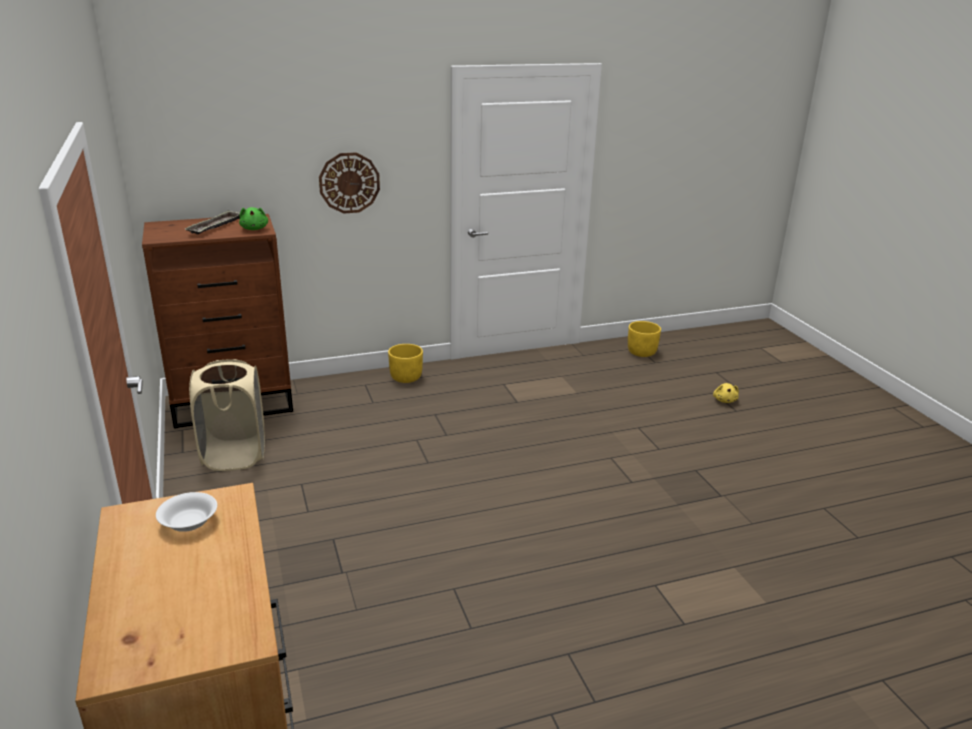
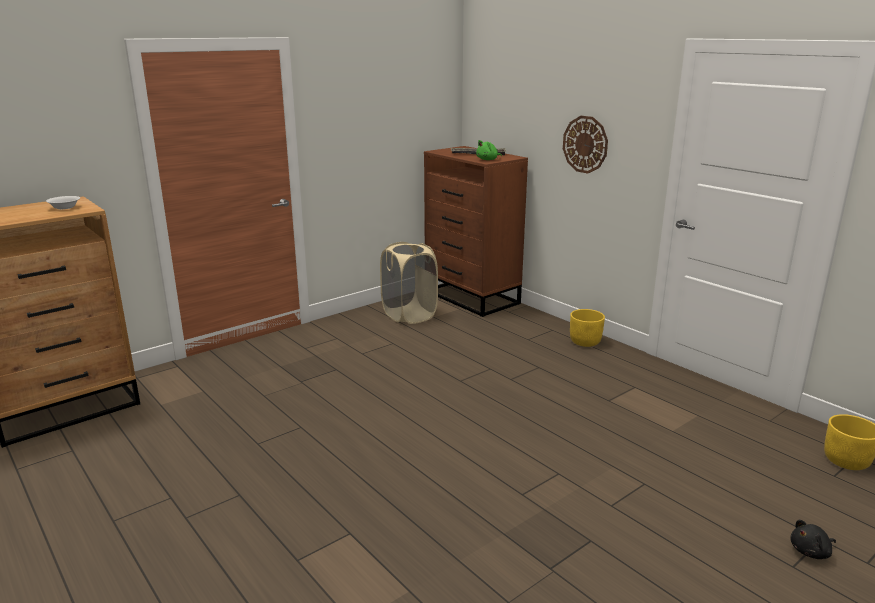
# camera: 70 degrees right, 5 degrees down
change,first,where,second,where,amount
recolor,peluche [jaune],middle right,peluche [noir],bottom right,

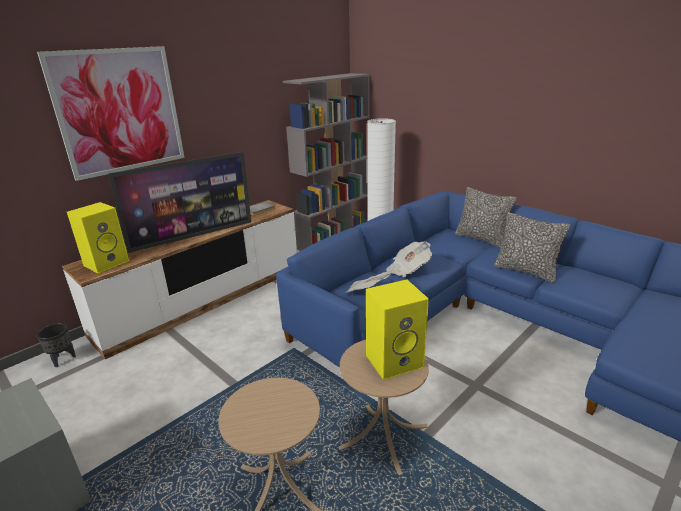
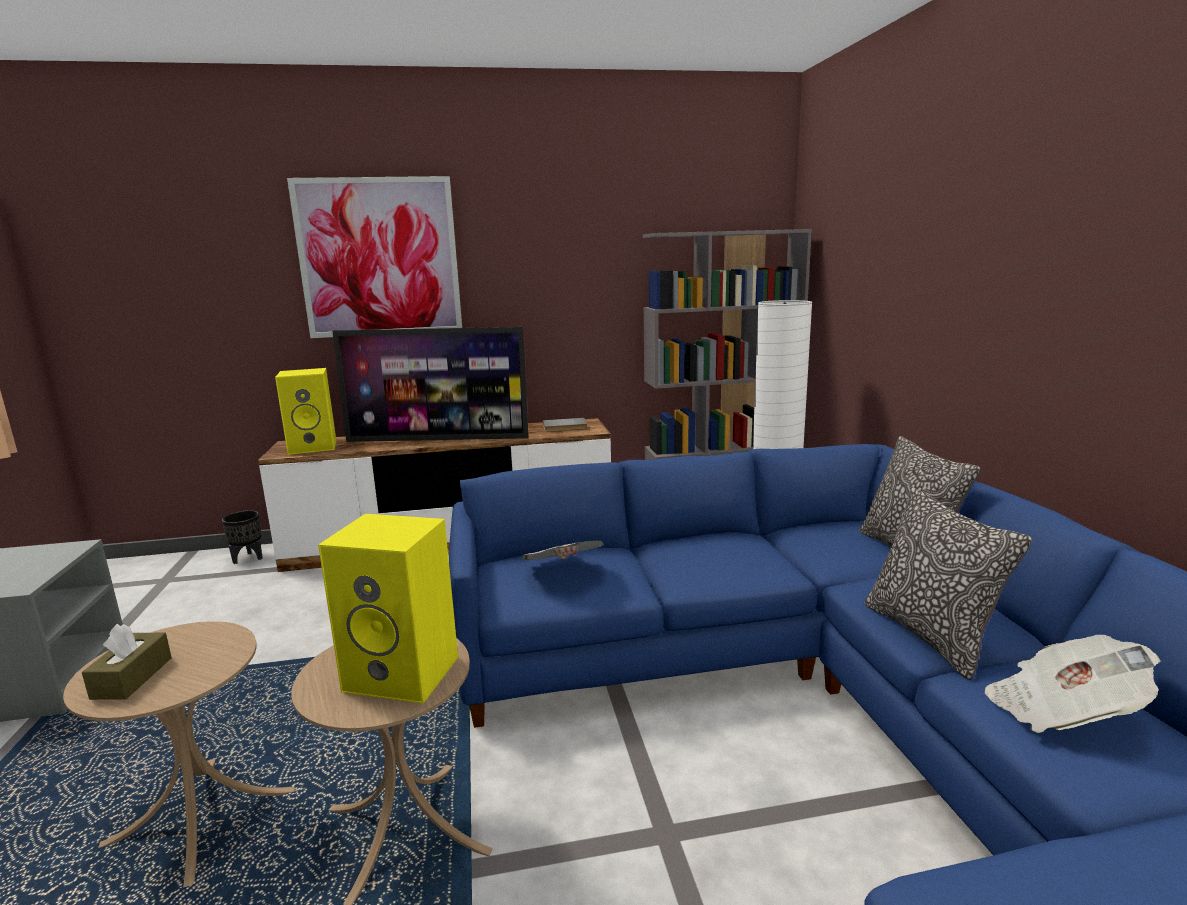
# camera: 35 degrees right, 10 degrees down
change,first,where,second,where,amount
insert,,,boîte à mouchoirs [marron],bottom left,
move,journal (2nd from left),centre,,bottom right,

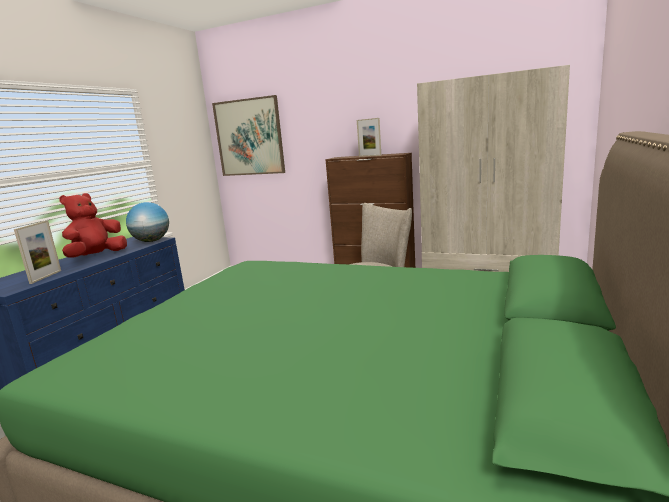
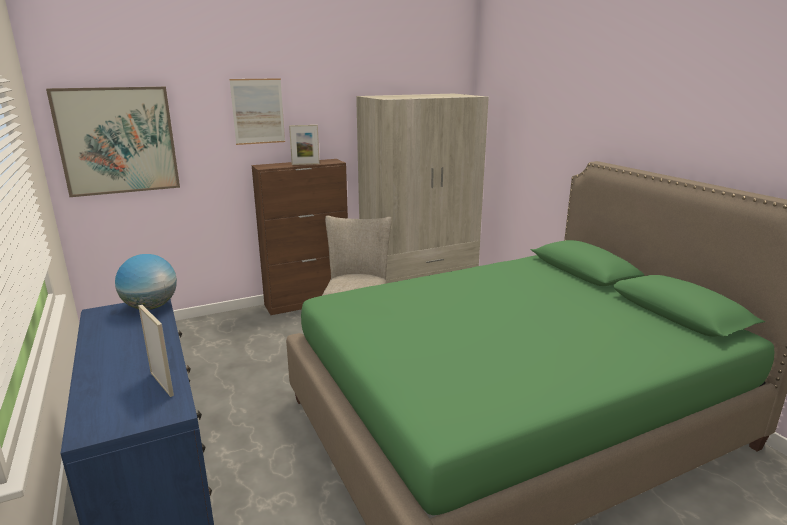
# camera: 50 degrees left, 5 degrees up
change,first,where,second,where,amount
delete,peluche [rouge],middle left,,,
insert,,,tableau (2nd from left),top left,

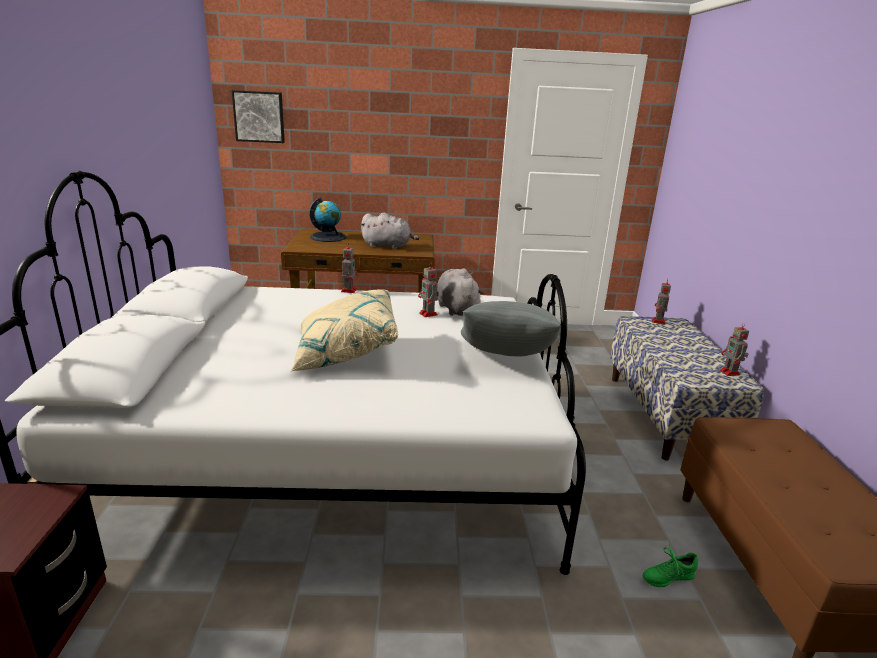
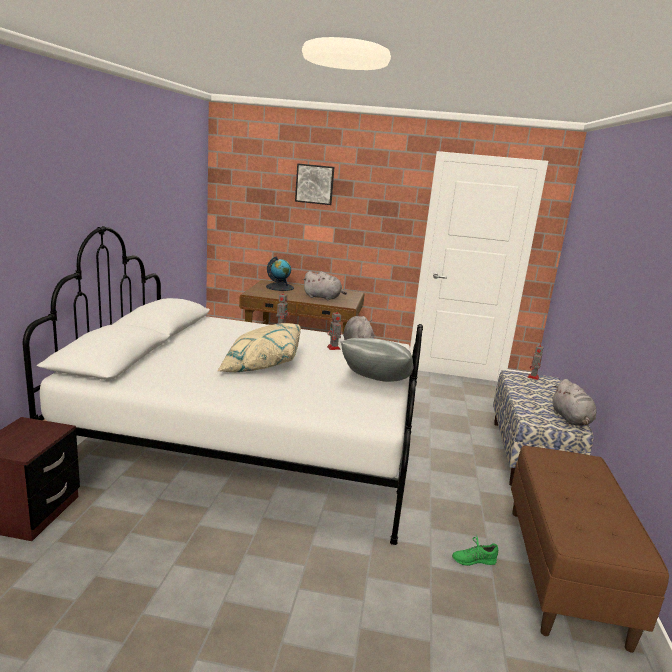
# camera: 10 degrees right, 5 degrees down
change,first,where,second,where,amount
move,tableau,top left,,top centre,
replace,robot jouet (4th from left),middle right,peluche [gris] (3rd from left),middle right,

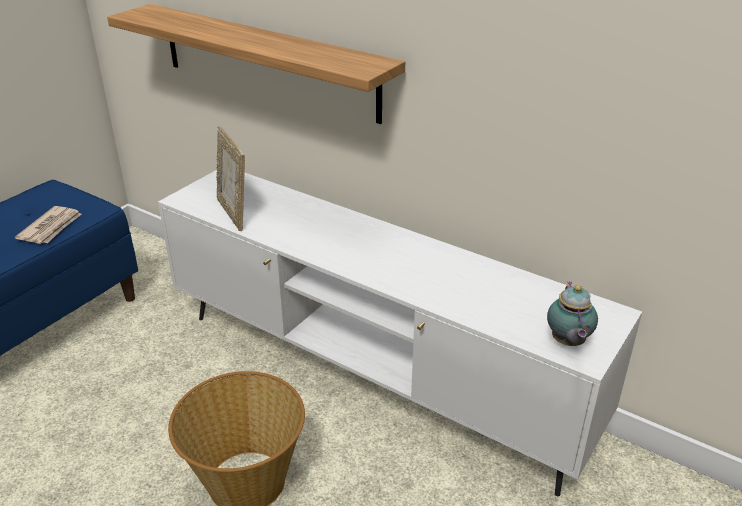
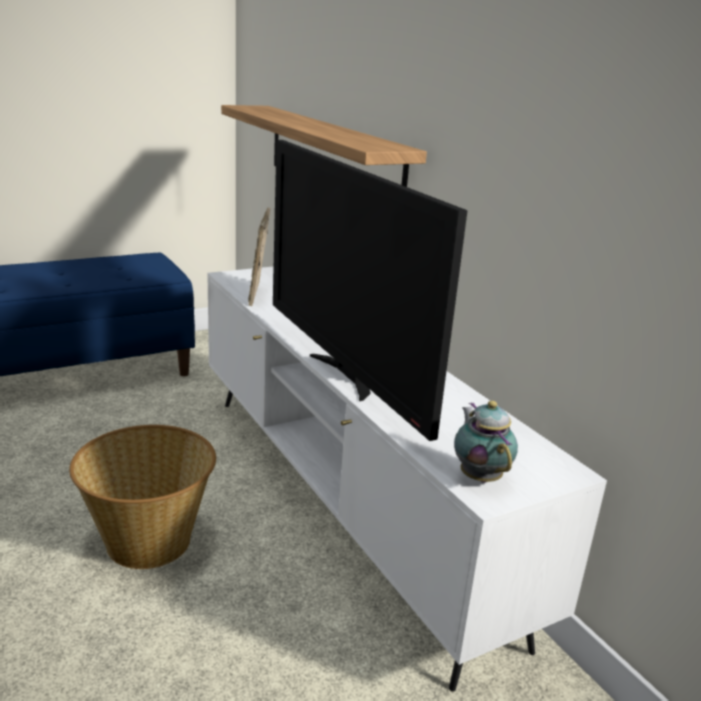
# camera: 25 degrees right, 10 degrees down
change,first,where,second,where,amount
delete,journal,middle left,,,
insert,,,téléviseur,centre,
rotate,théière,middle right,,middle right,135 degrees clockwise

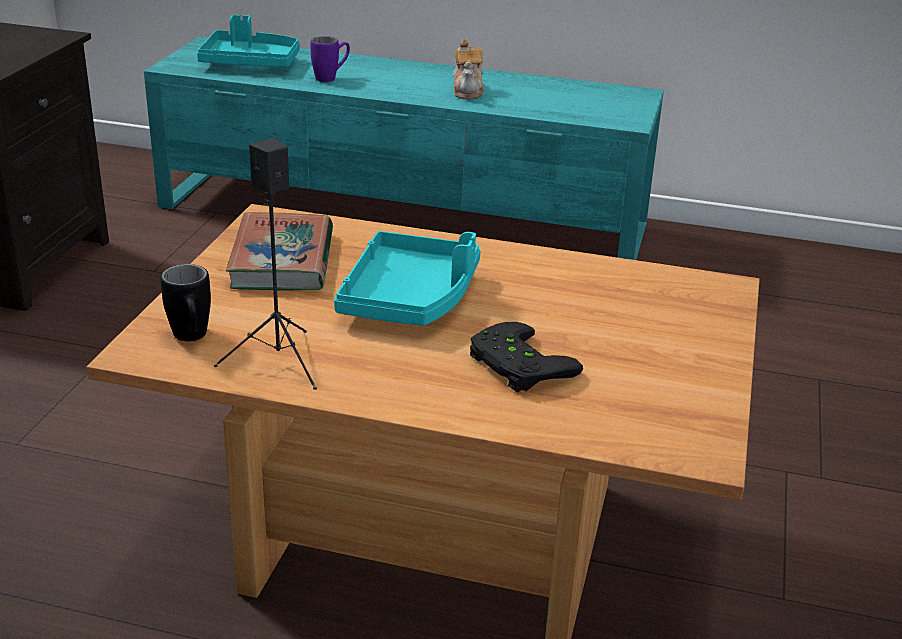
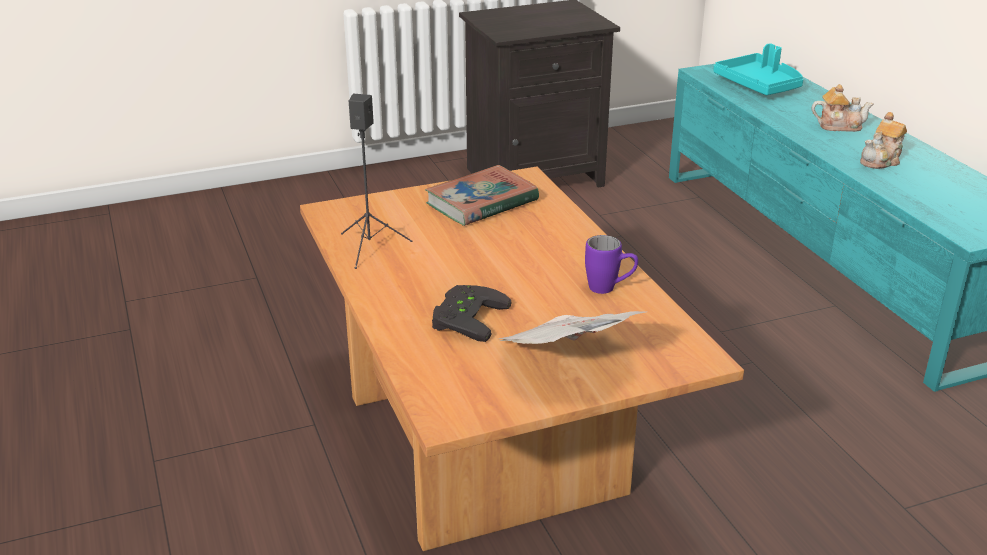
# camera: 55 degrees right, 0 degrees up
change,first,where,second,where,amount
delete,mug [noir],middle left,,,
delete,plateau [turquoise] (2nd from left),centre,,,
insert,,,journal,centre,
insert,,,théière (1st from left),top right,
move,mug [violet],top centre,,centre,

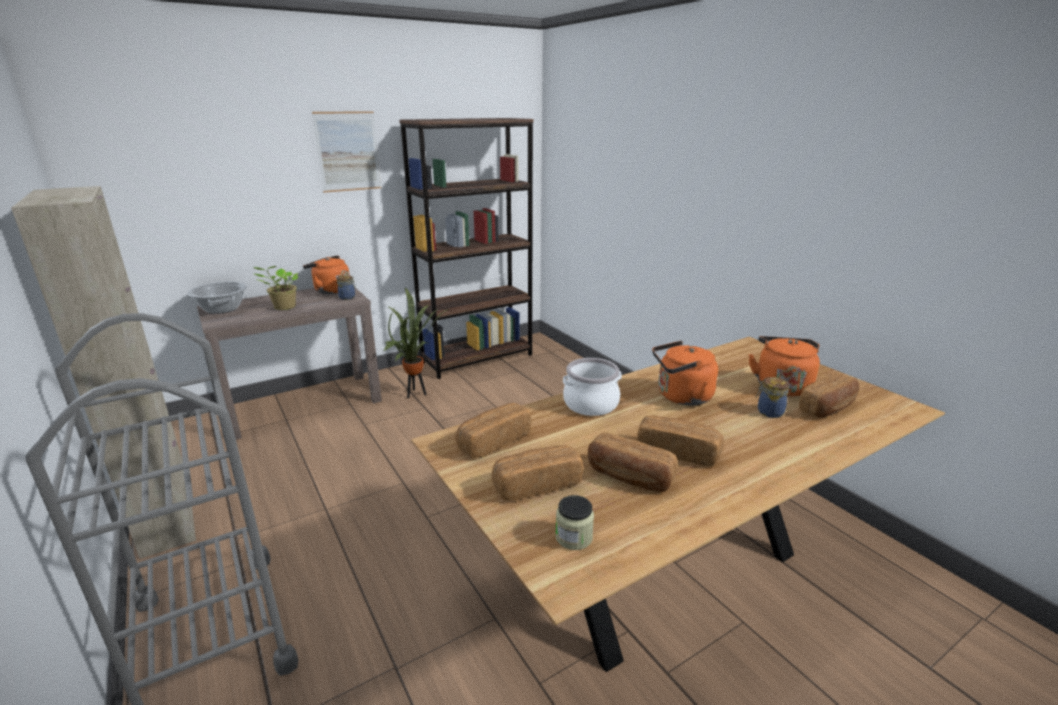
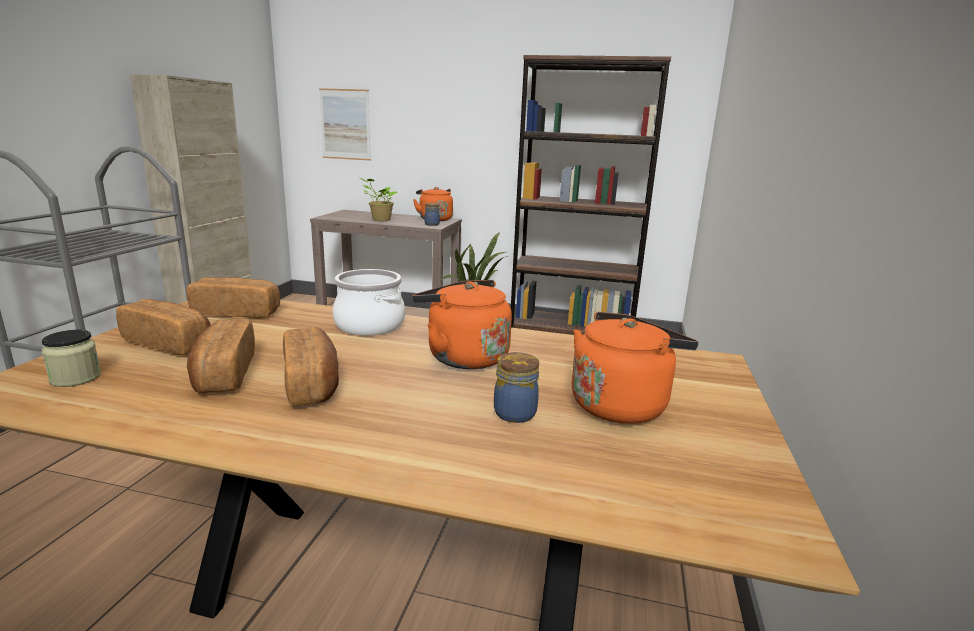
# camera: 45 degrees right, 5 degrees down
change,first,where,second,where,amount
delete,marmite (1st from left),middle left,,,
delete,pain (5th from left),middle right,,,
move,tableau,top left,,top centre,

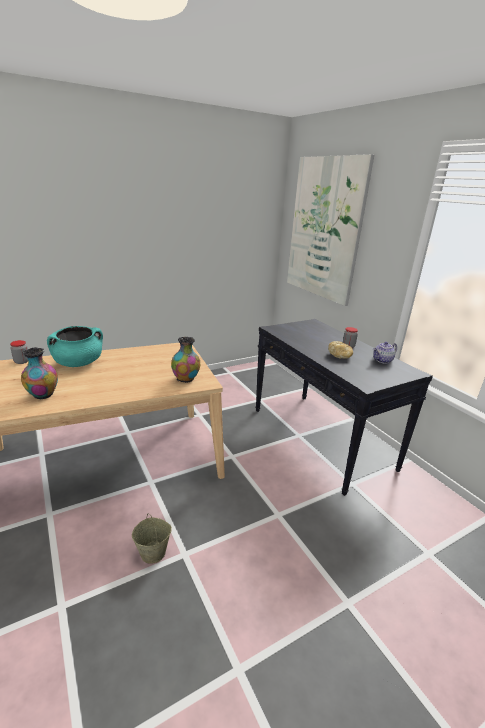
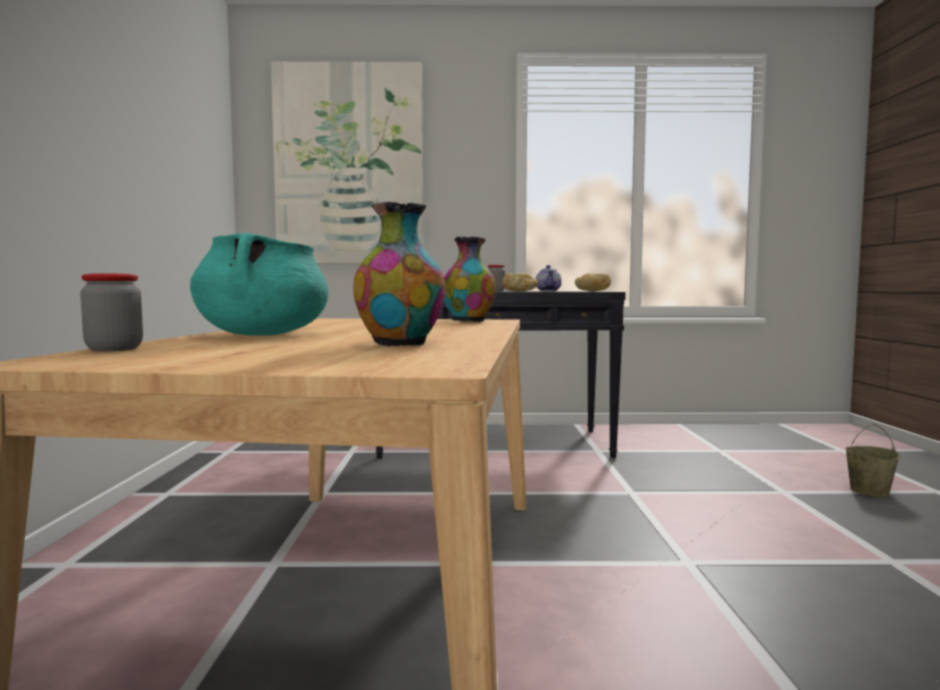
# camera: 60 degrees left, 20 degrees down
change,first,where,second,where,amount
insert,,,pain (2nd from left),centre,
move,seau [beige],bottom left,,bottom right,

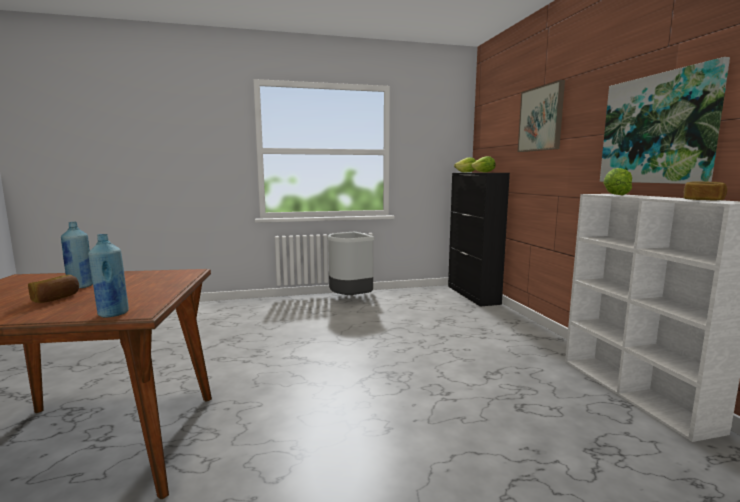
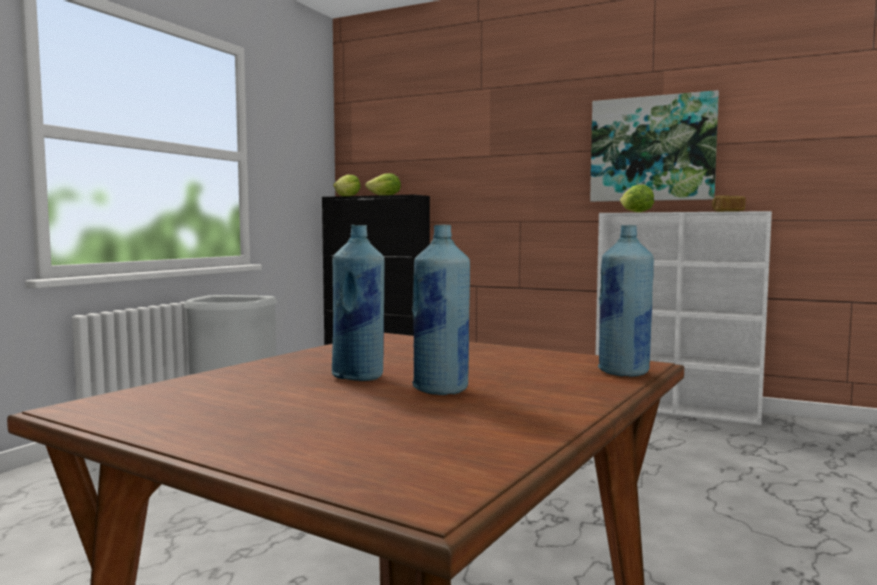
# camera: 50 degrees left, 5 degrees down
change,first,where,second,where,amount
delete,tableau (1st from left),top right,,,
replace,pain (1st from left),middle left,bouteille [bleu] (2nd from left),centre,

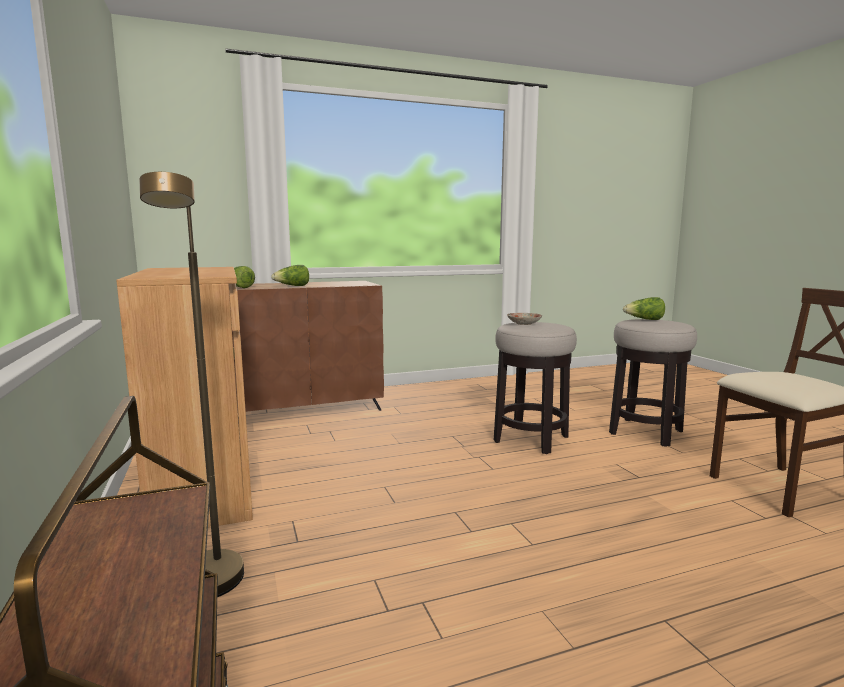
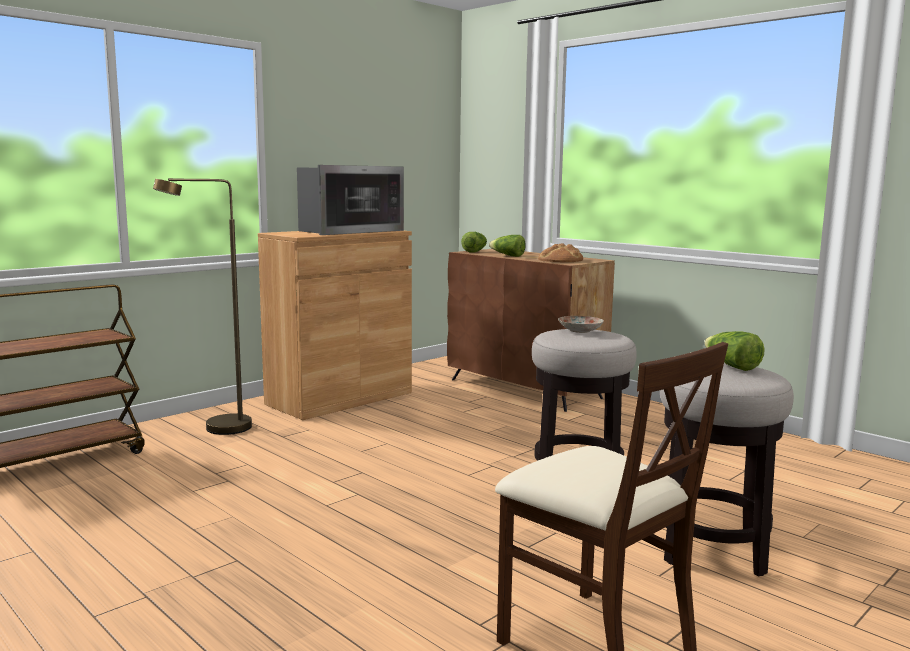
# camera: 65 degrees right, 0 degrees up
change,first,where,second,where,amount
insert,,,micro-ondes,top centre,
insert,,,pain,centre,

